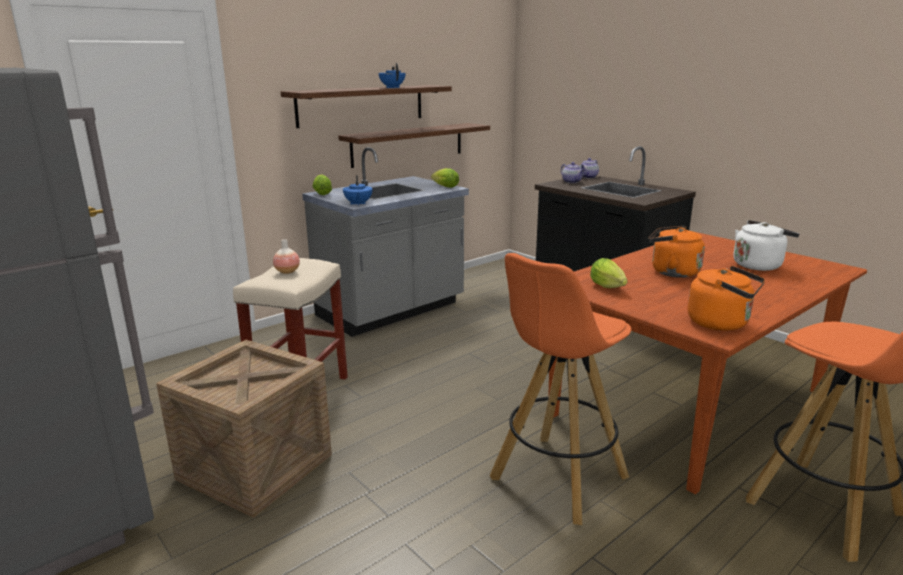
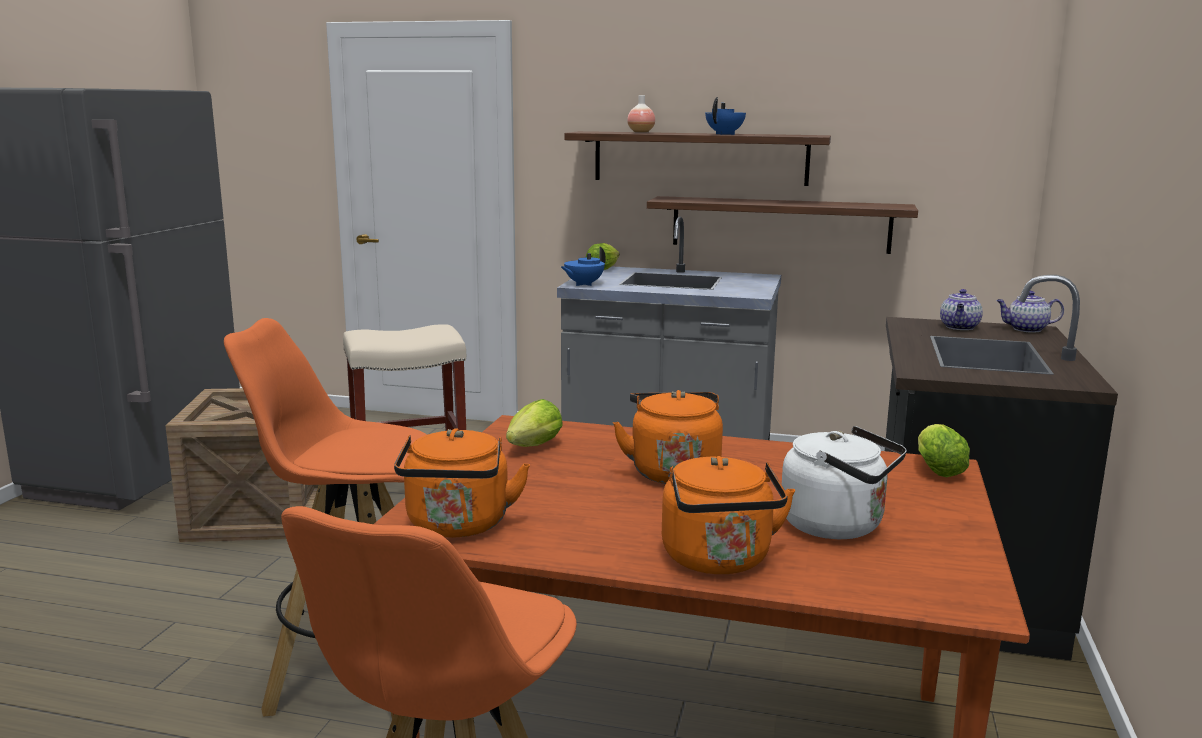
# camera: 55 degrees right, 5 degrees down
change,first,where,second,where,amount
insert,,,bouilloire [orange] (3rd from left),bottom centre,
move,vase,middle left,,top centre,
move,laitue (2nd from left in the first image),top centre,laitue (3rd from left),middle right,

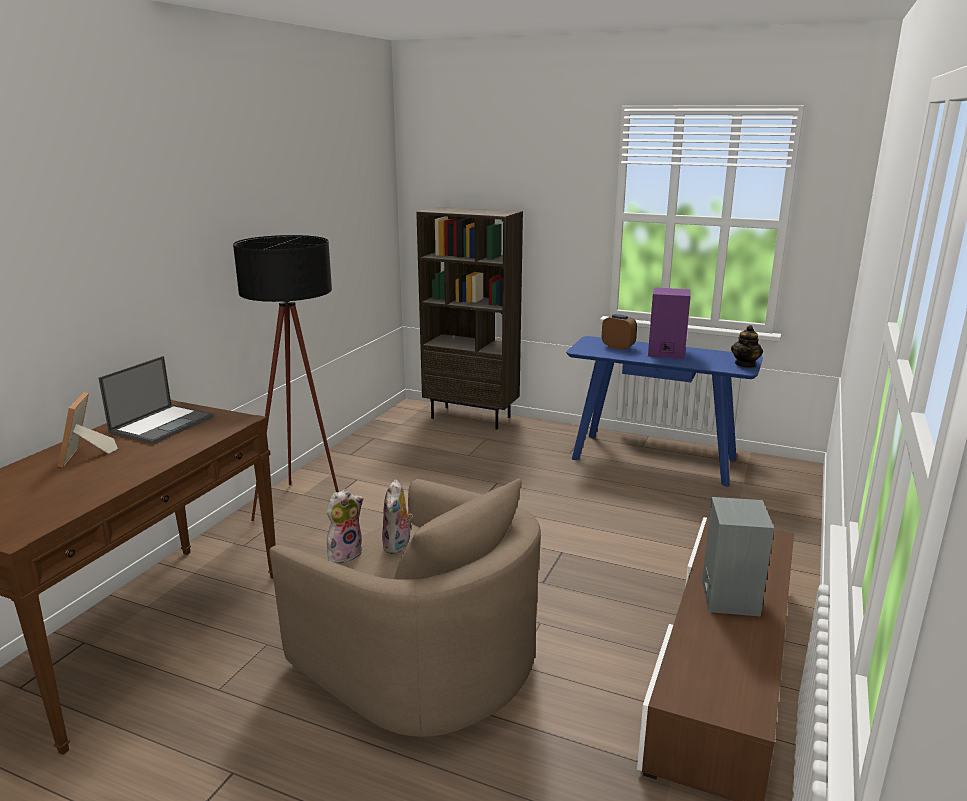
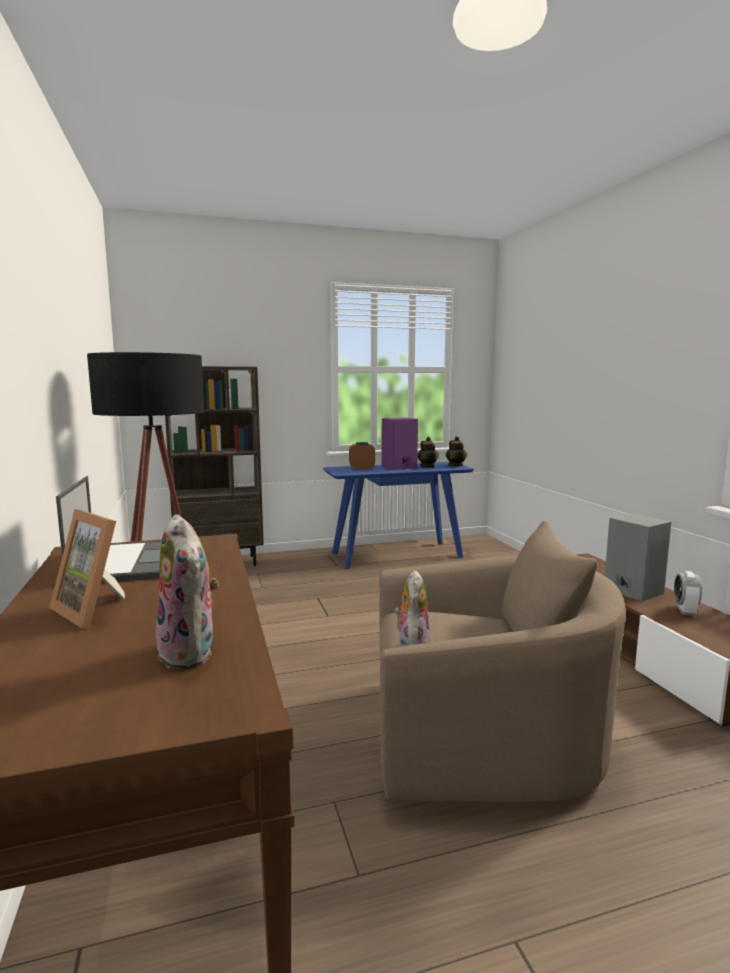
# camera: 40 degrees left, 10 degrees down
change,first,where,second,where,amount
insert,,,théière (1st from left),centre,
insert,,,réveil (2nd from left),middle right,
move,peluche (2nd from left in the first image),centre,peluche (1st from left),middle left,

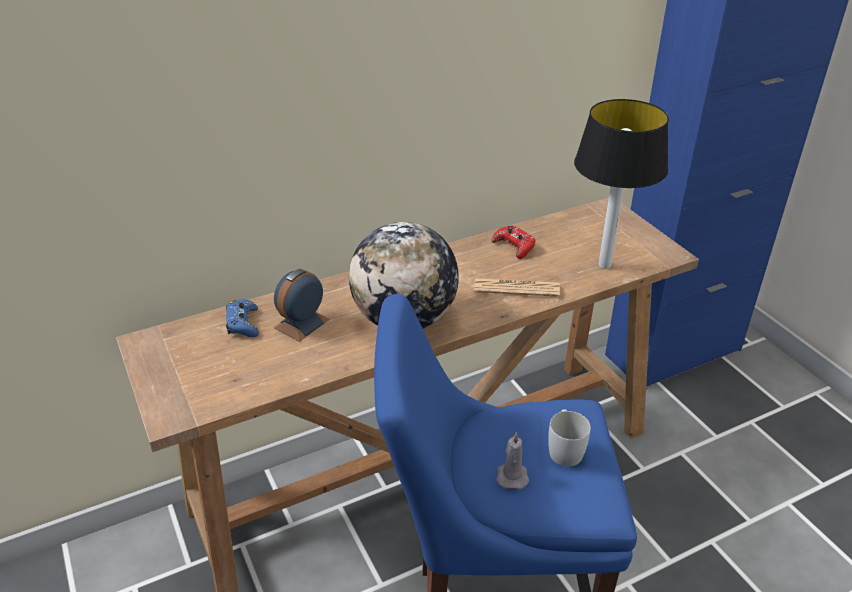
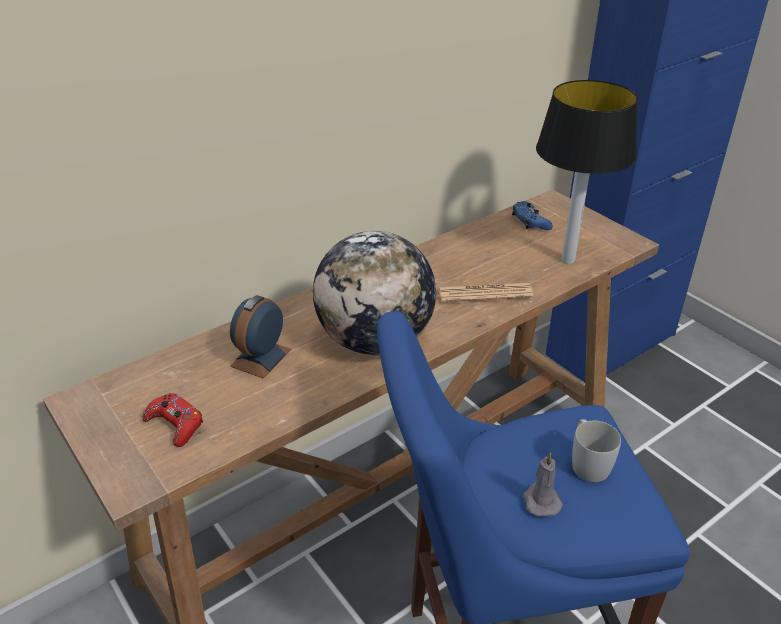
# camera: 10 degrees left, 0 degrees up
change,first,where,second,where,amount
move,manette [bleu],middle left,,middle right,
move,manette [rouge],centre,,bottom left,

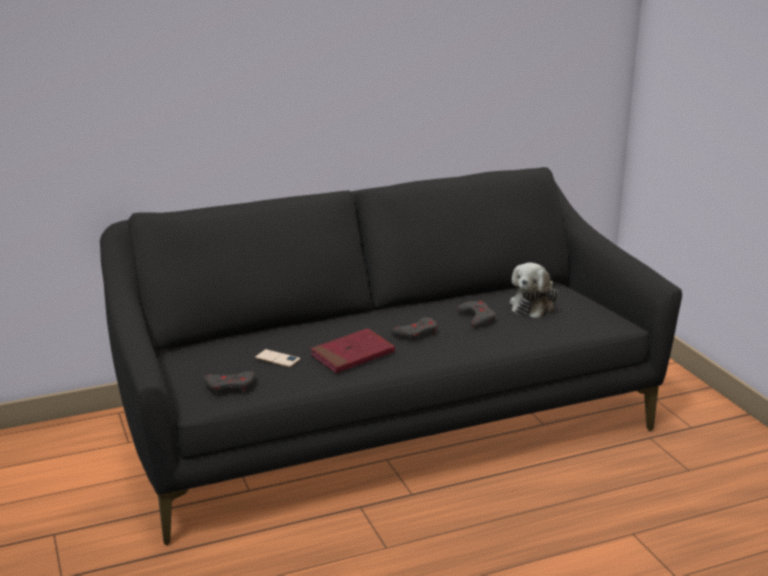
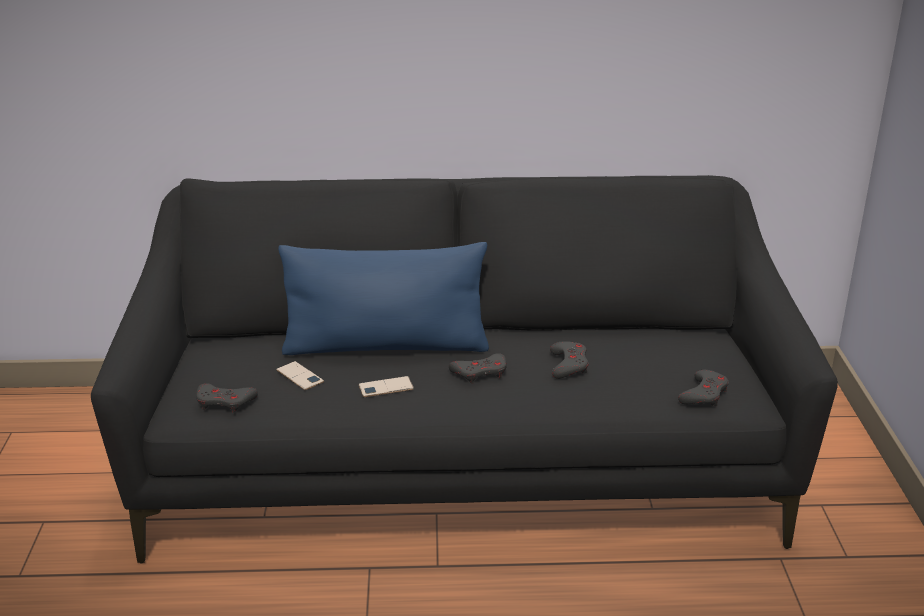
# camera: 20 degrees right, 5 degrees up
change,first,where,second,where,amount
delete,peluche,middle right,,,
insert,,,coussin [bleu],centre,
insert,,,manette [gris] (4th from left),middle right,
replace,livre [rouge],centre,téléphone (2nd from left),centre,

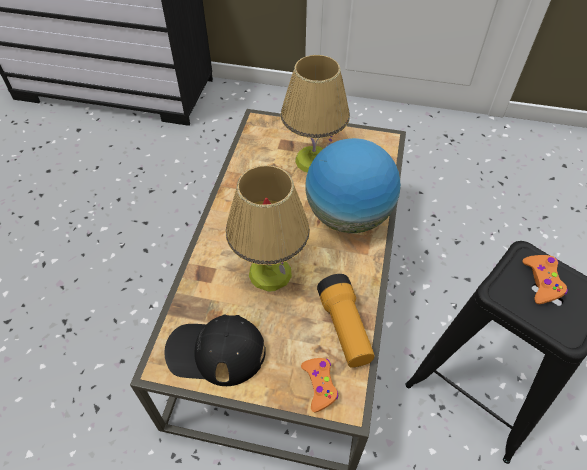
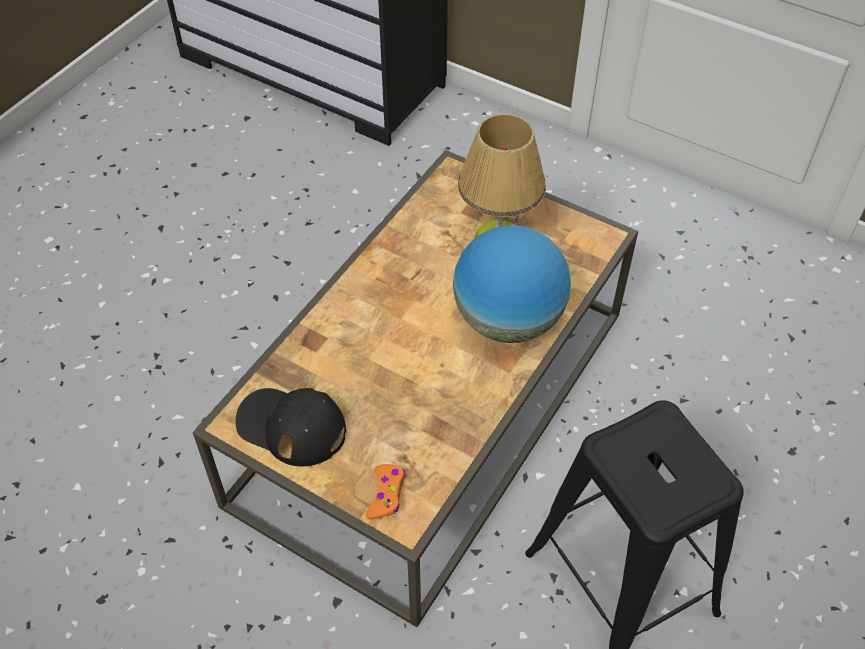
# camera: 20 degrees right, 0 degrees up
change,first,where,second,where,amount
delete,lampe de table (1st from left),centre,,,
delete,lampe de poche,bottom centre,,,
delete,manette [orange] (2nd from left),middle right,,,

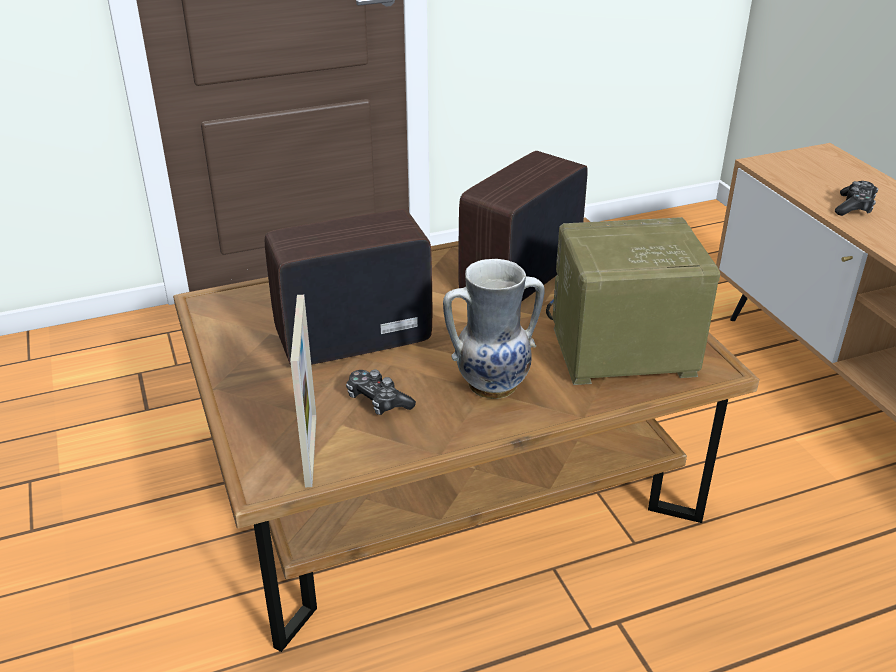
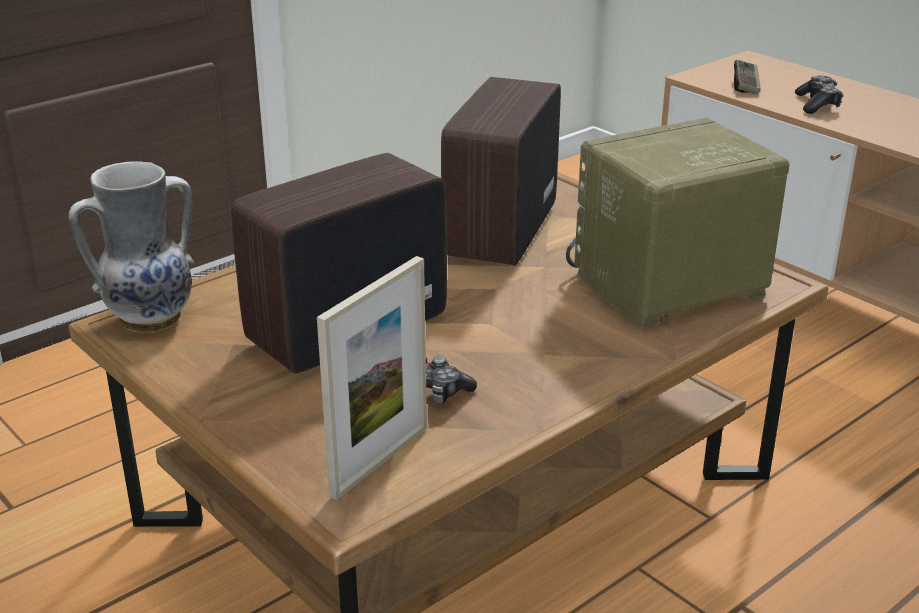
# camera: 20 degrees left, 5 degrees down
change,first,where,second,where,amount
insert,,,manette (2nd from left),top right,
move,vase,centre,,middle left,
rotate,cadre photo,centre,,centre,60 degrees clockwise

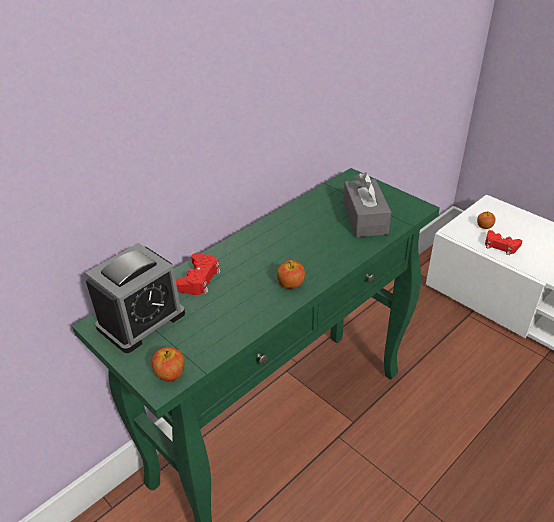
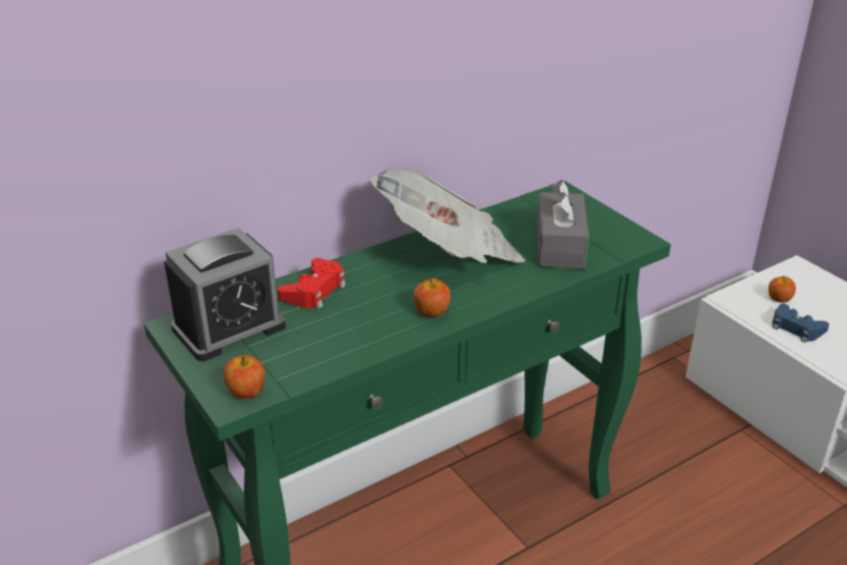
# camera: 10 degrees right, 5 degrees down
change,first,where,second,where,amount
insert,,,journal,centre,
recolor,manette [rouge] (2nd from left),middle right,manette [bleu],middle right,

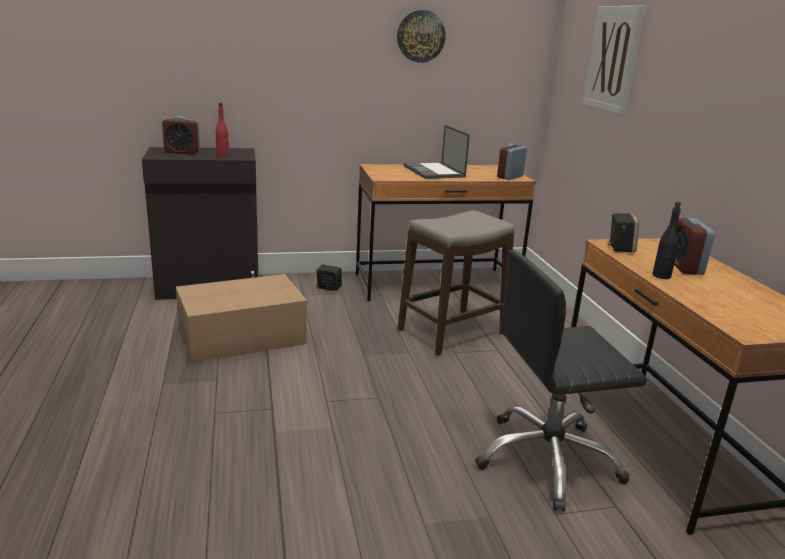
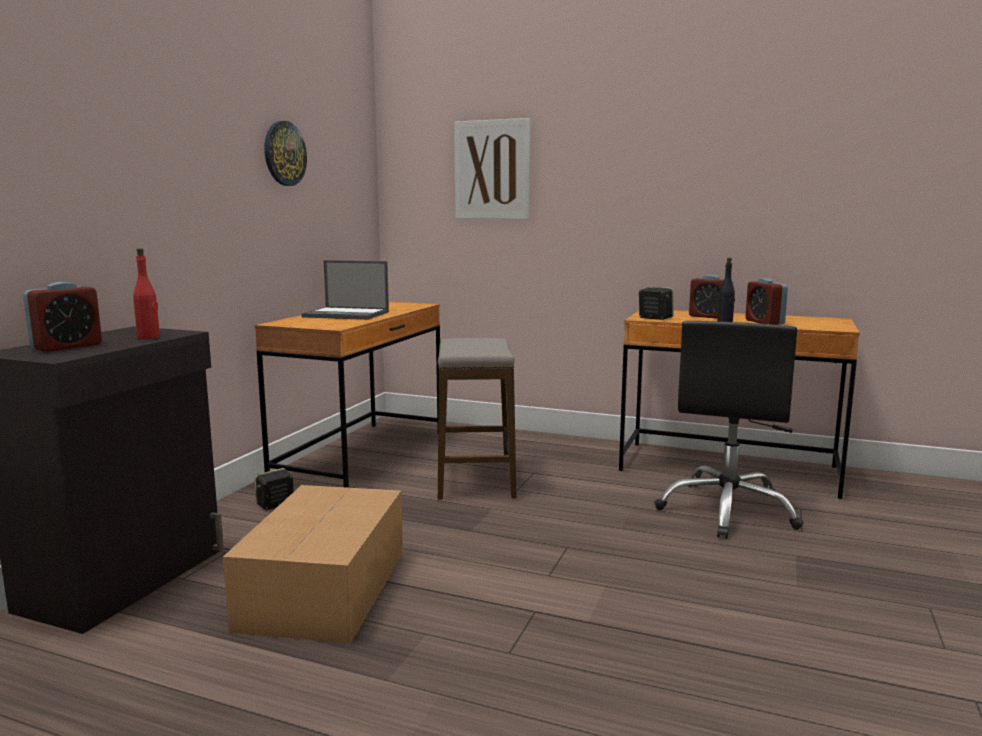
# camera: 55 degrees left, 10 degrees down
change,first,where,second,where,amount
move,réveil (2nd from left in the first image),top centre,réveil (3rd from left),middle right,

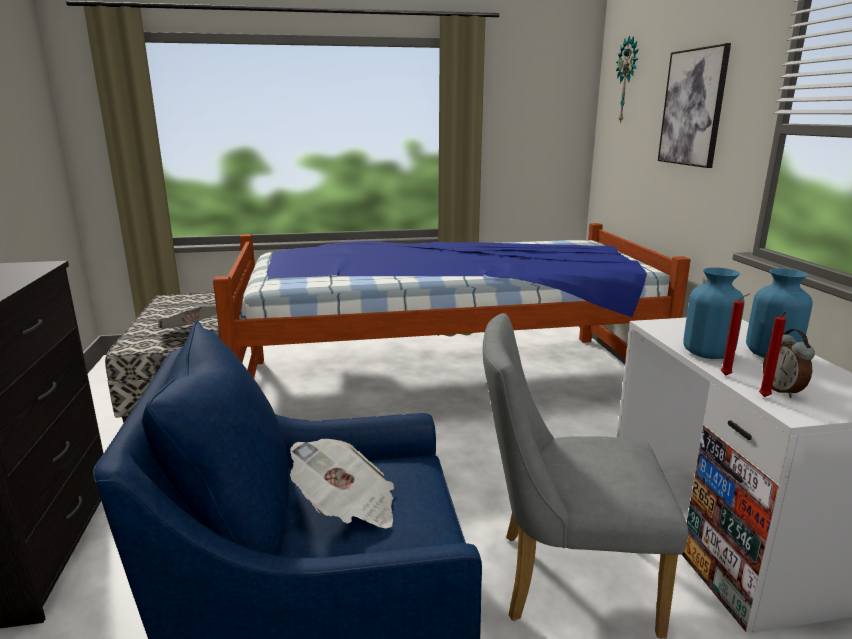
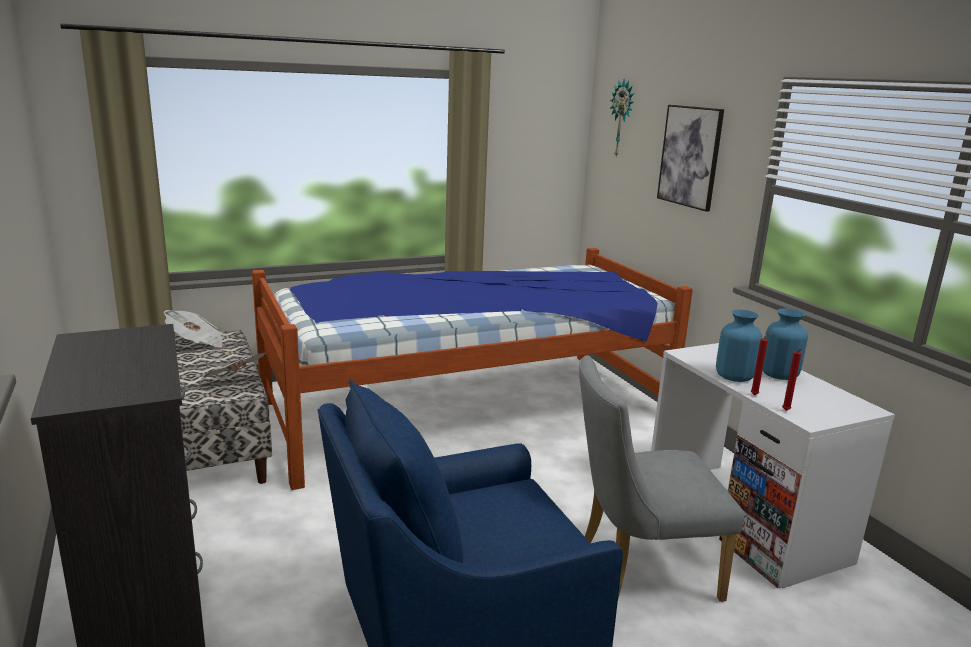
# camera: 15 degrees left, 0 degrees up
change,first,where,second,where,amount
delete,réveil,middle right,,,
move,journal (2nd from left in the first image),bottom centre,journal (1st from left),middle left,

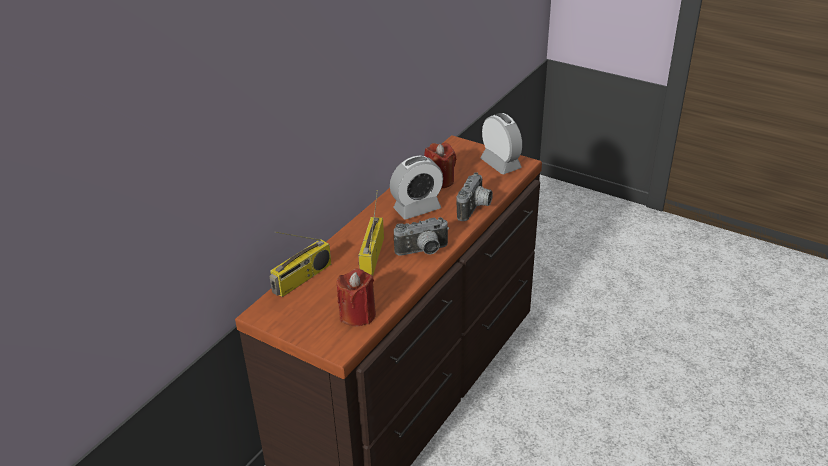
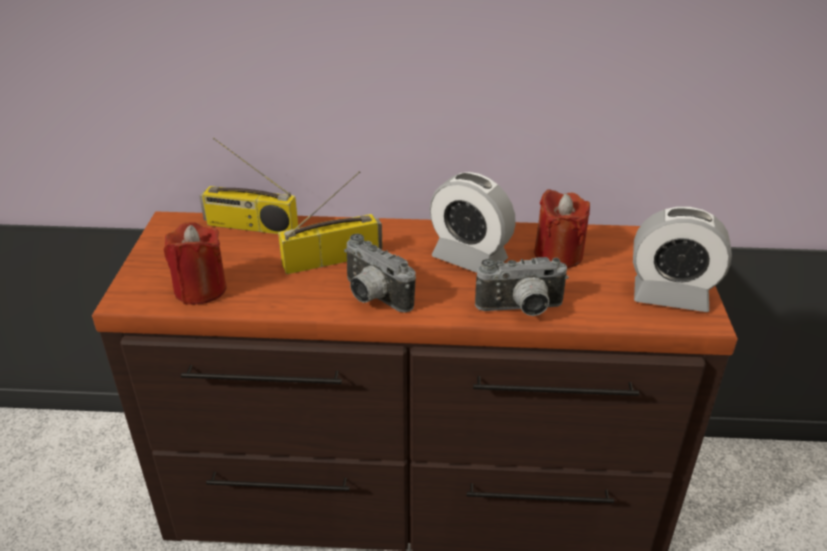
# camera: 60 degrees right, 0 degrees up
change,first,where,second,where,amount
rotate,réveil (2nd from left),top centre,,middle right,75 degrees clockwise

